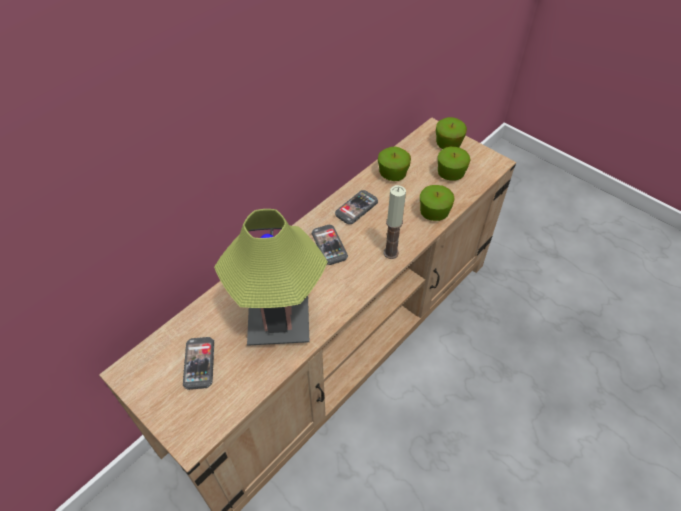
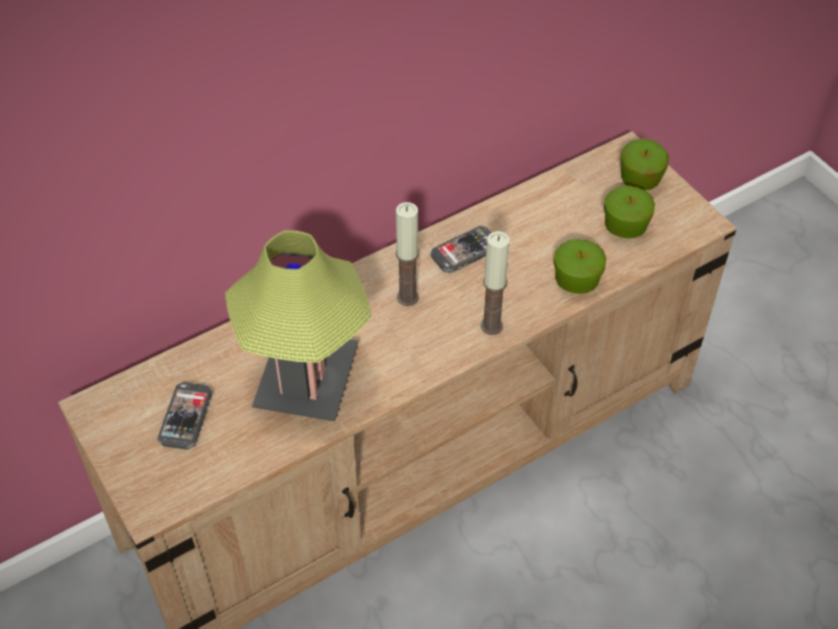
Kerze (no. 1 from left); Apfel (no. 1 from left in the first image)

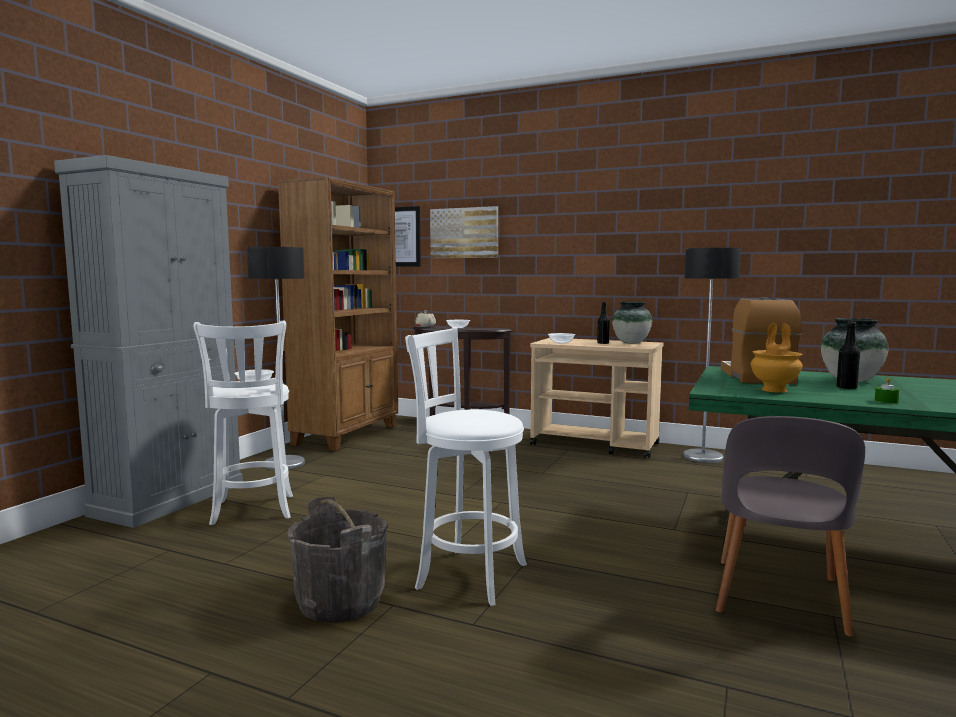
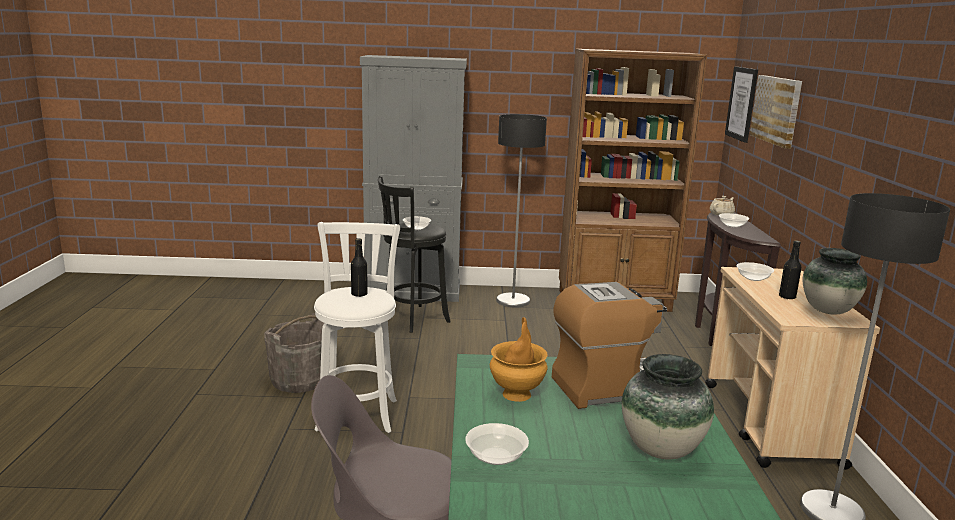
Flasche [schwarz] (no. 1 from left); Hocker [schwarz]; Schüssel (no. 2 from left)

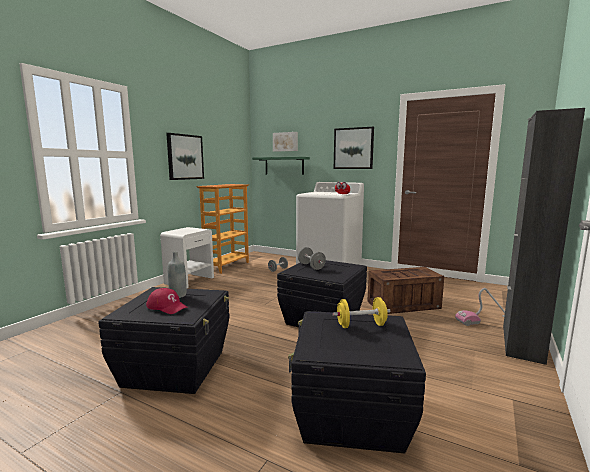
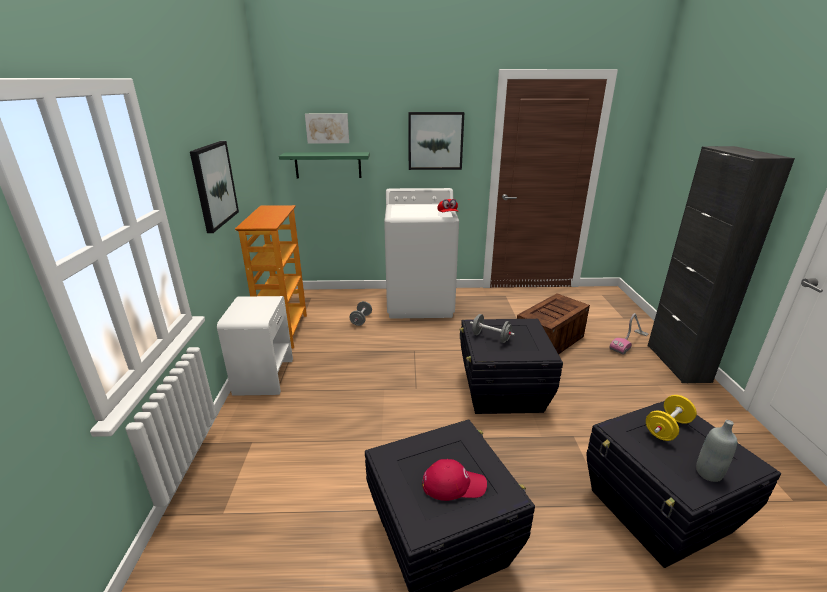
Flasche [grau]

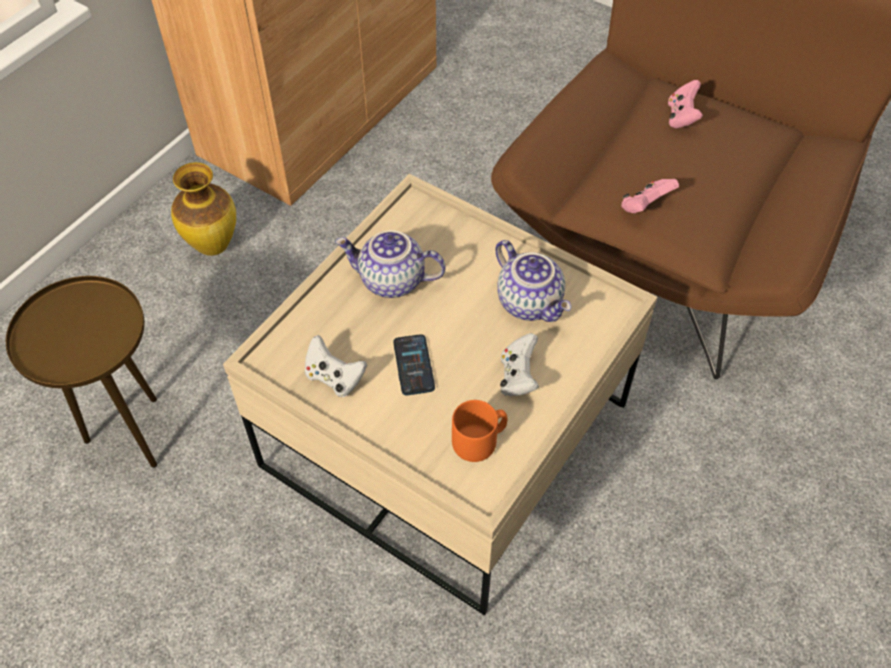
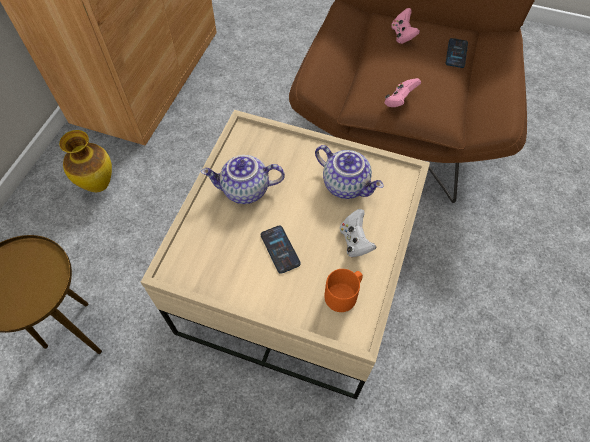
Handy (no. 2 from left); Gamepad [weiß] (no. 1 from left in the first image)

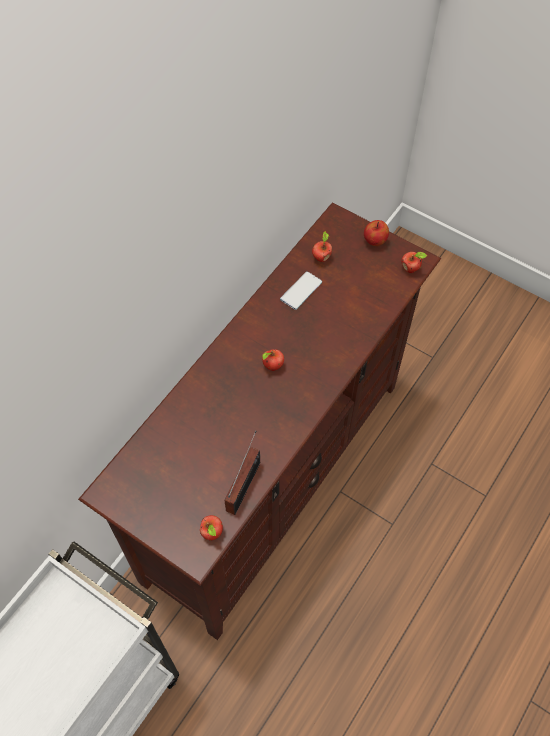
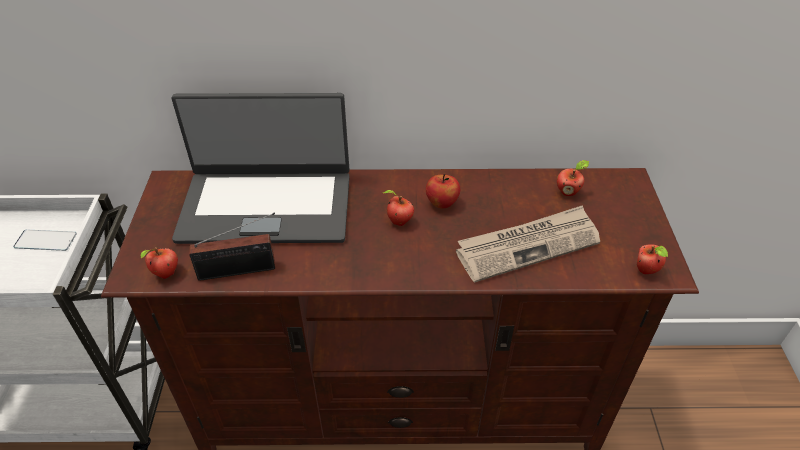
Handy; Laptop; Apfel (no. 3 from left); Zeitung

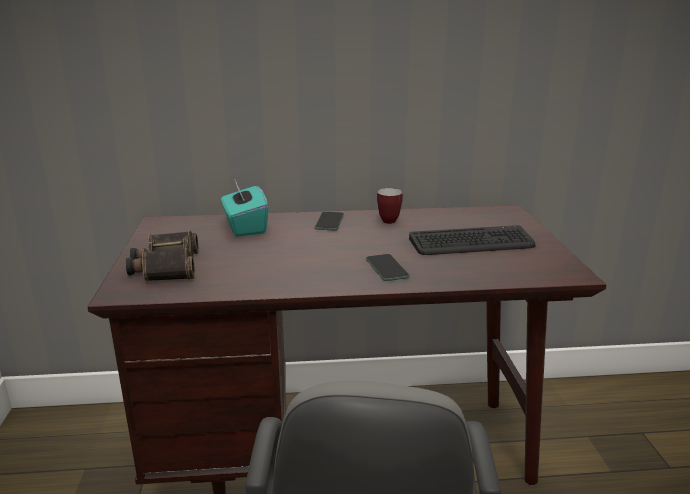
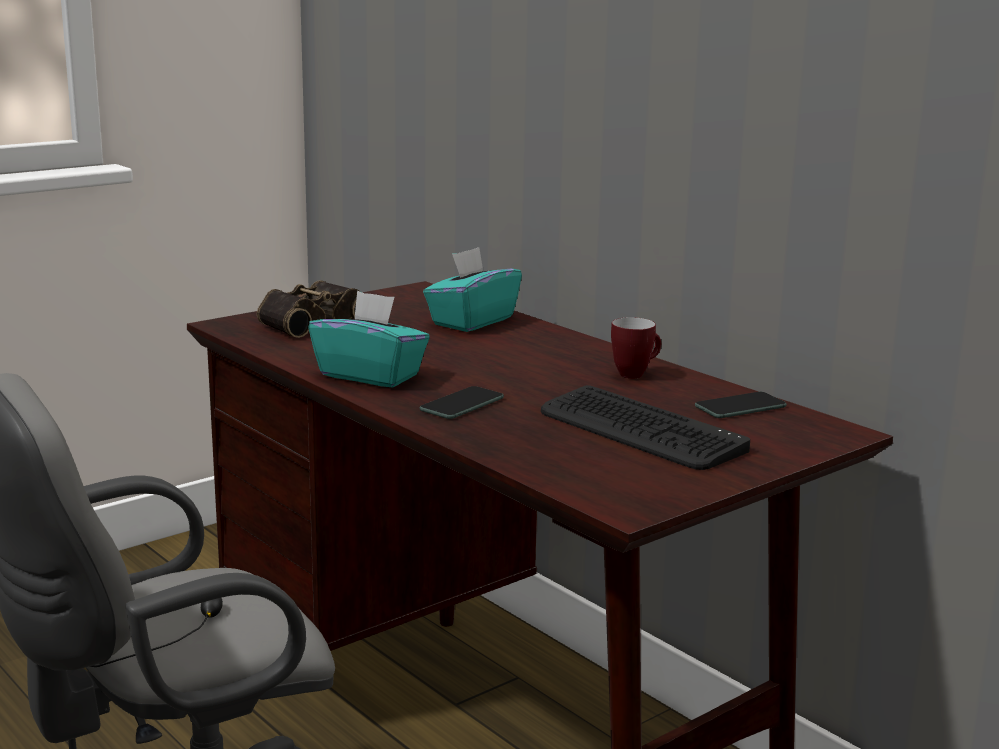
Taschentuchbox [türkis] (no. 1 from left); Handy (no. 2 from left)

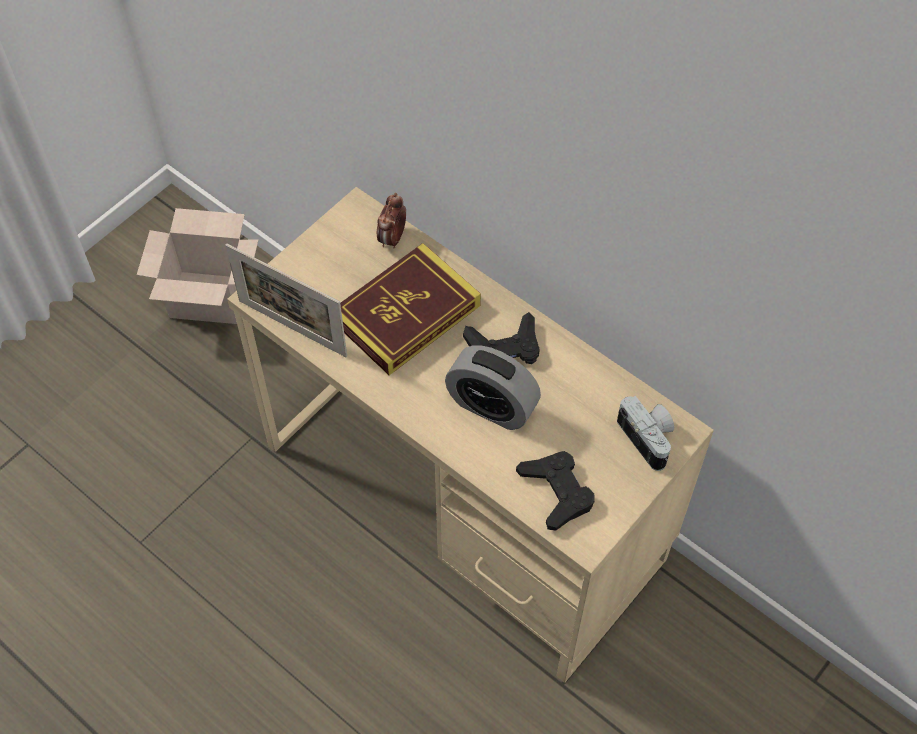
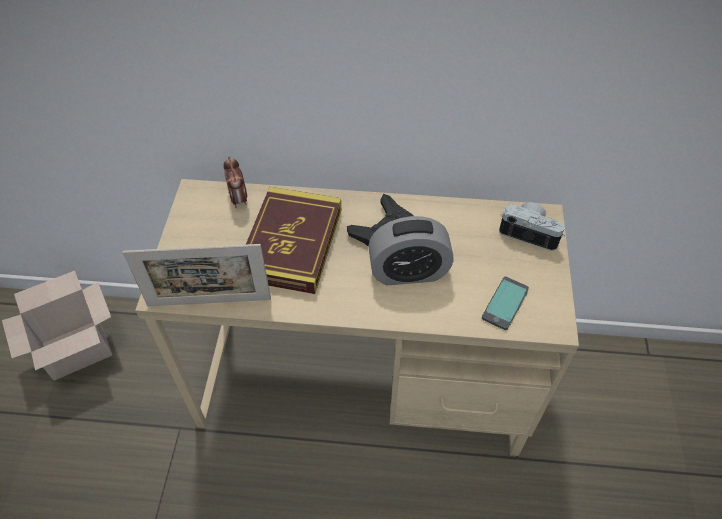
Handy

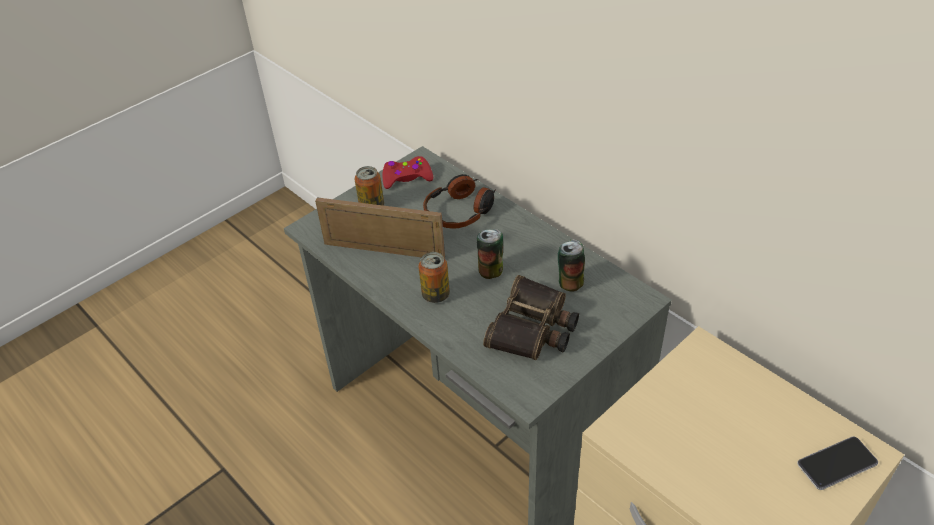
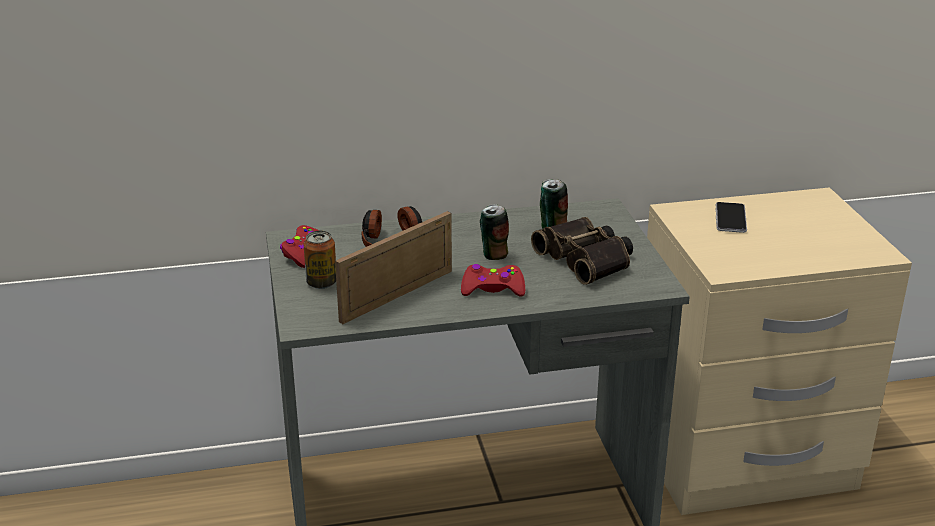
Gamepad [rot] (no. 2 from left); Handy

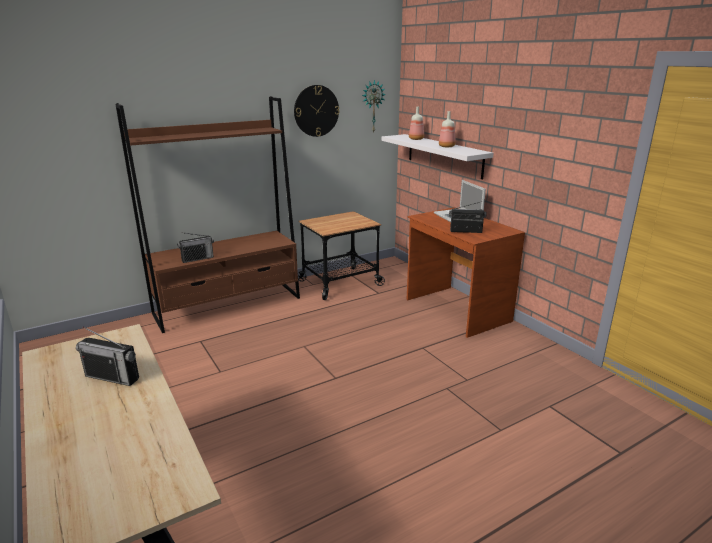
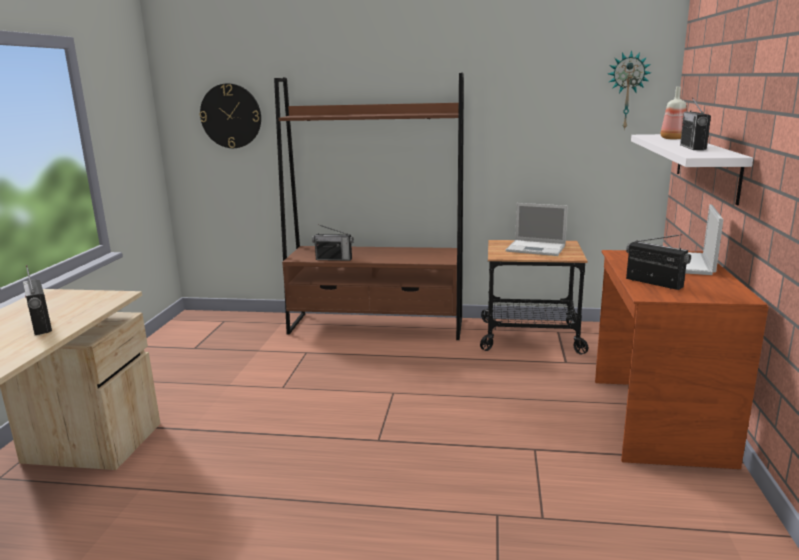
Wanduhr (no. 1 from left); Laptop (no. 1 from left); Radio (no. 4 from left)

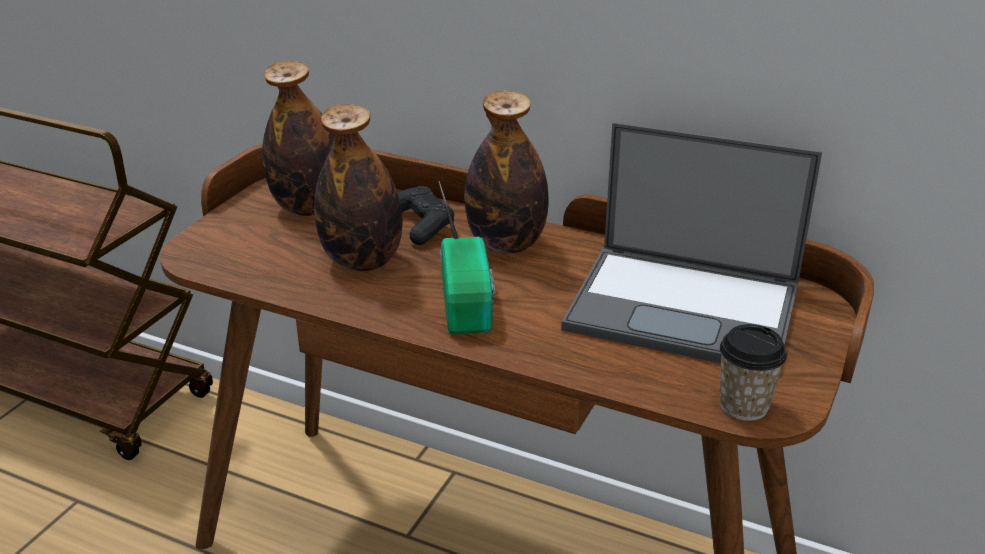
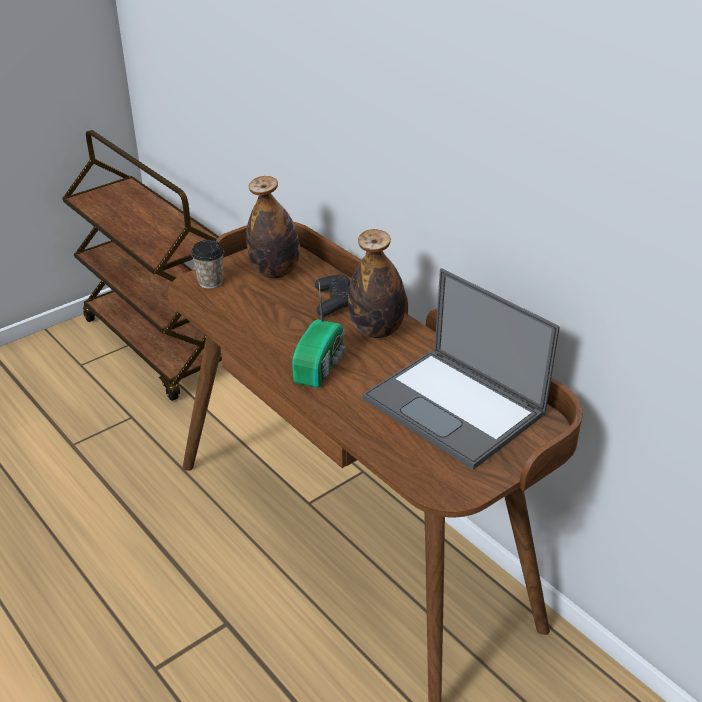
Tasse; Flasche (no. 2 from left in the first image)

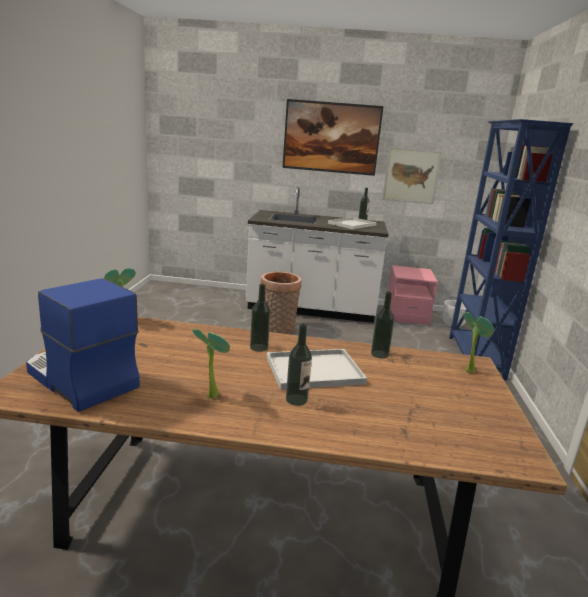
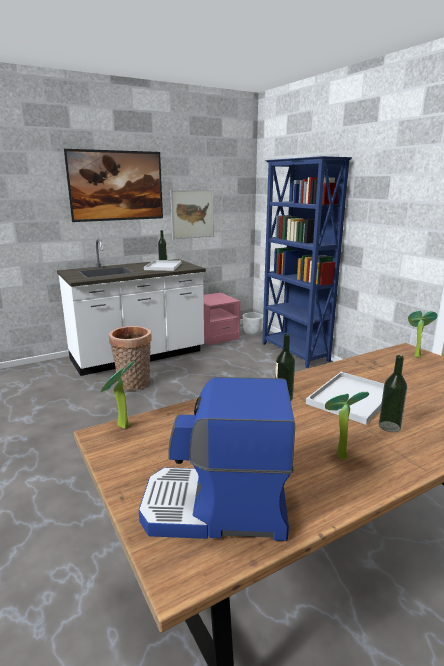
Flasche (no. 4 from left in the first image)

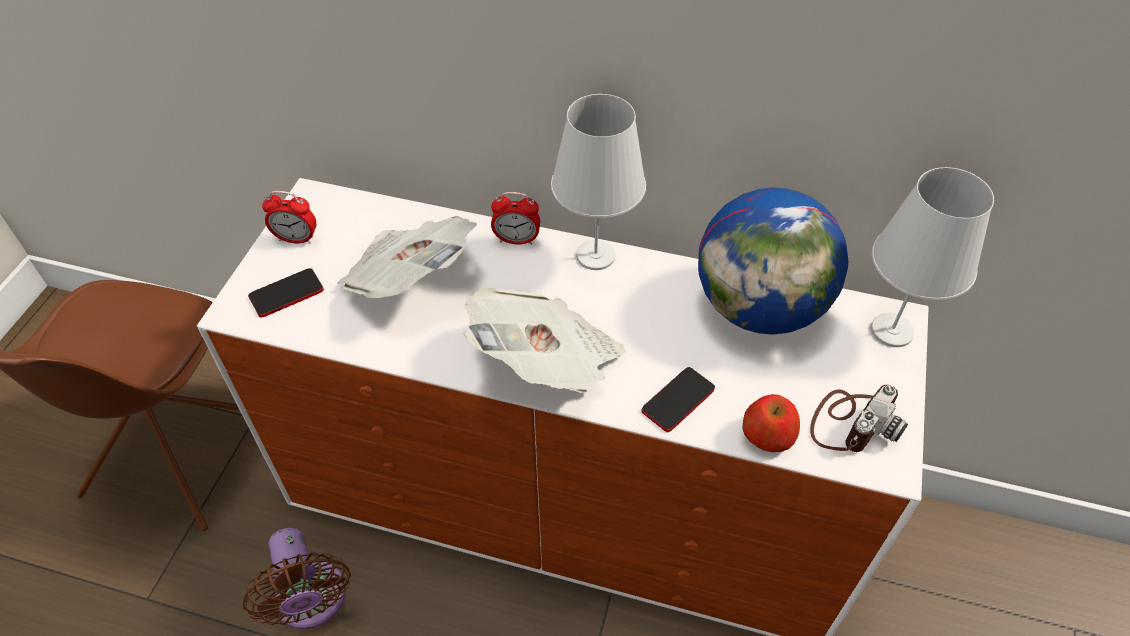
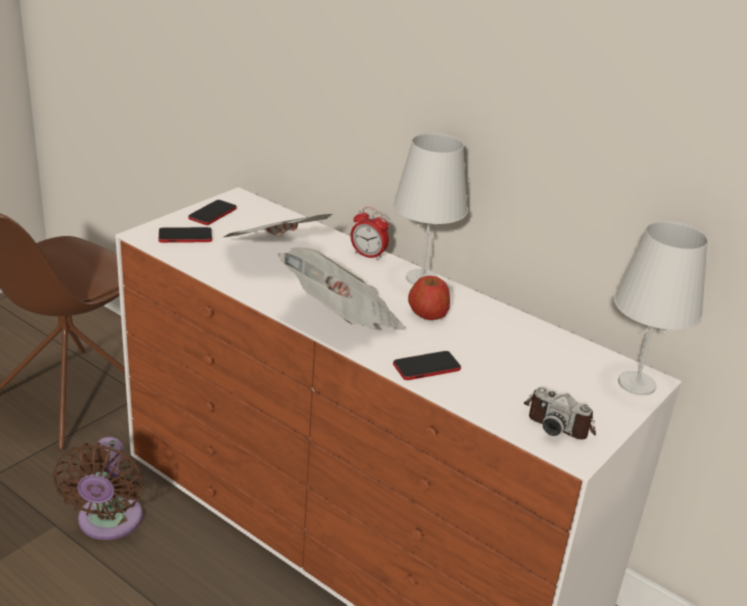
Handy (no. 2 from left); Apfel; Kamera; Globus

